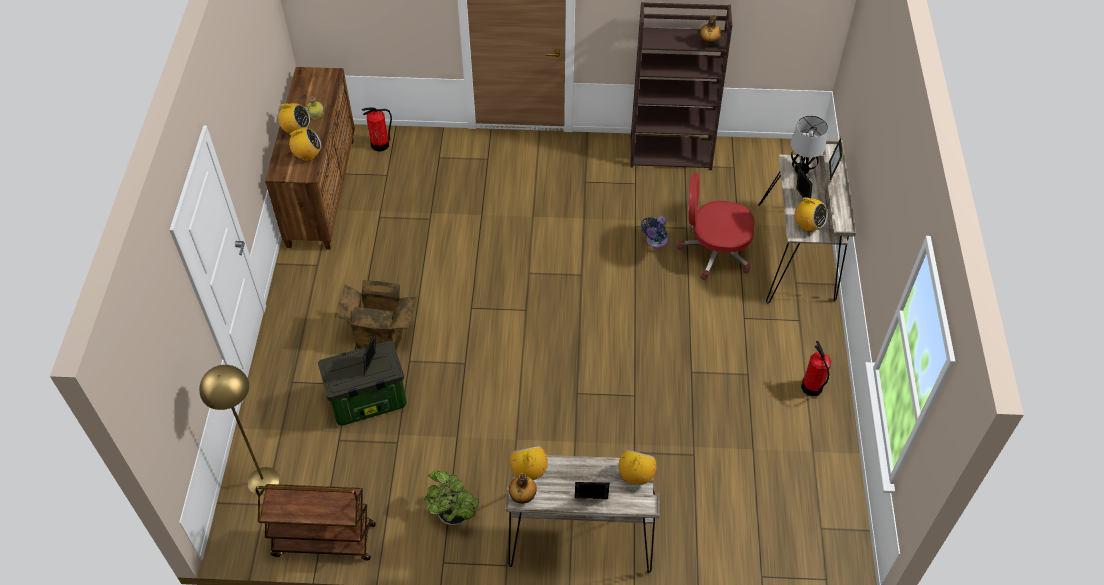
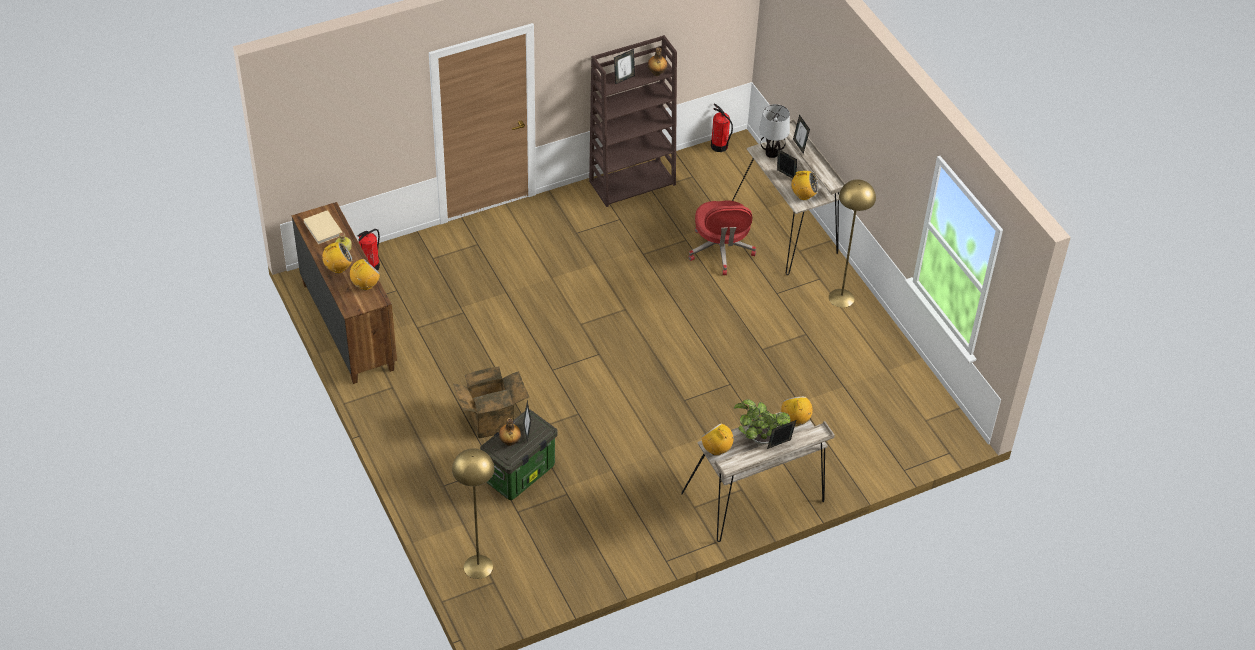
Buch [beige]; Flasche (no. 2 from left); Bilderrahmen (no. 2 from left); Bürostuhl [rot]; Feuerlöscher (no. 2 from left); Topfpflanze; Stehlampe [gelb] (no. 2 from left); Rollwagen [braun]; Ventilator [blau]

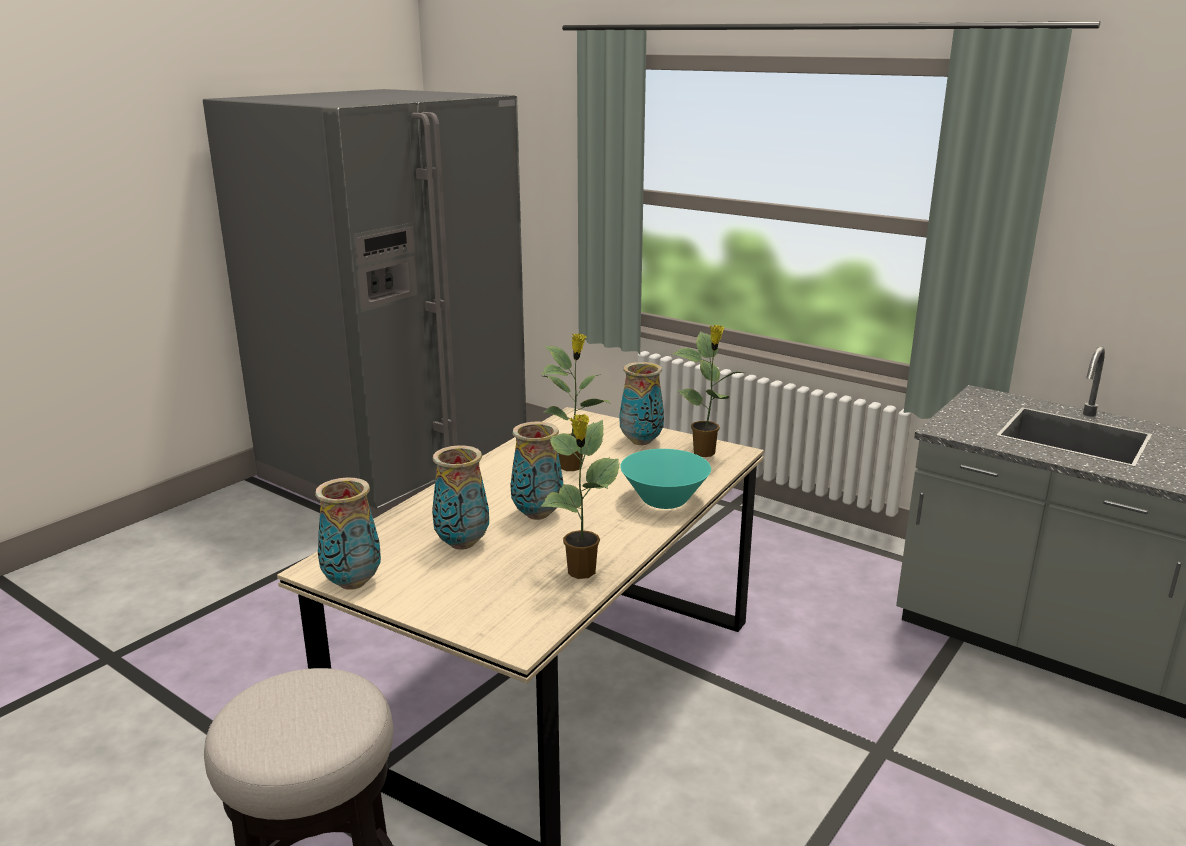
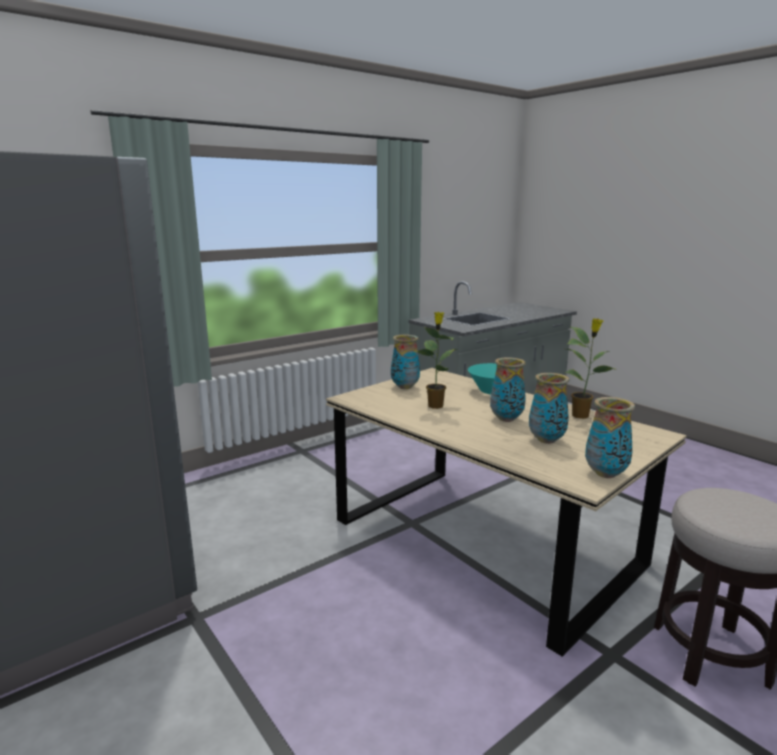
Topfpflanze (no. 3 from left in the first image)

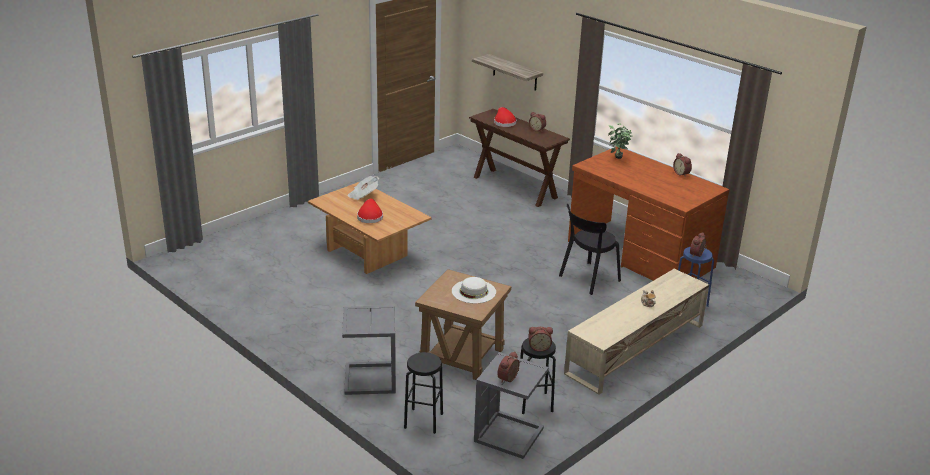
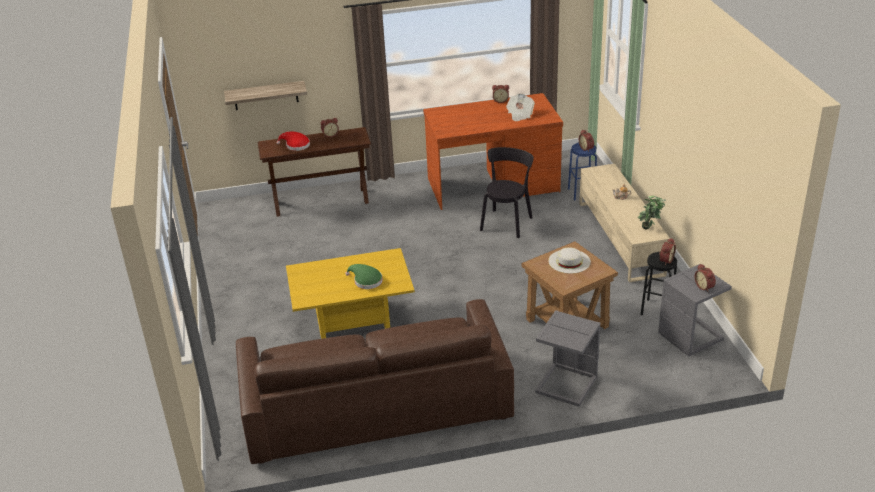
Sofa [braun]; Couchtisch [gelb]; Hut [grün]; Stuhl [schwarz]; Zeitung; Topfpflanze; Hocker [schwarz] (no. 1 from left in the first image)

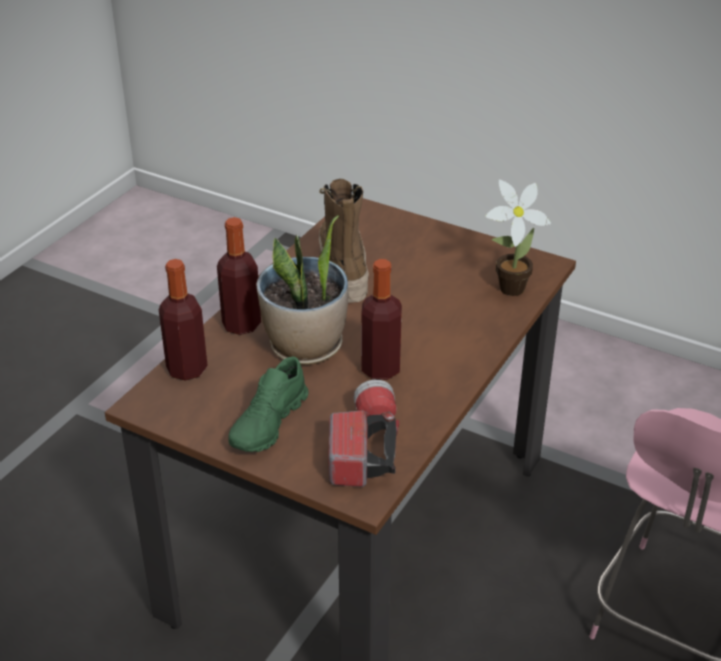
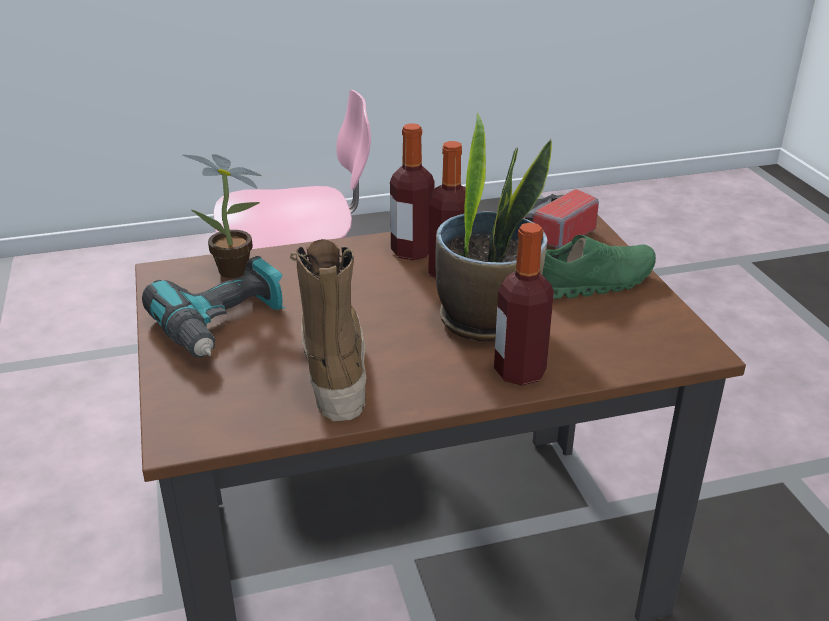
Bohrmaschine; Stiefel; Flasche (no. 1 from left)

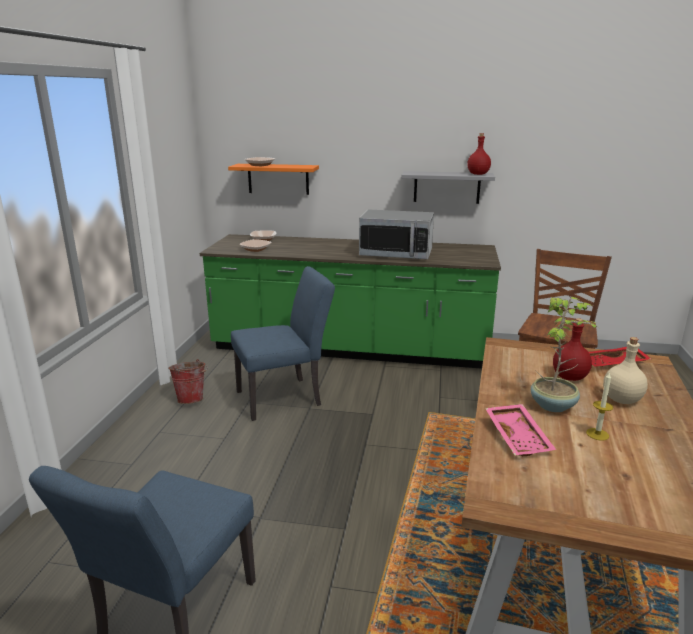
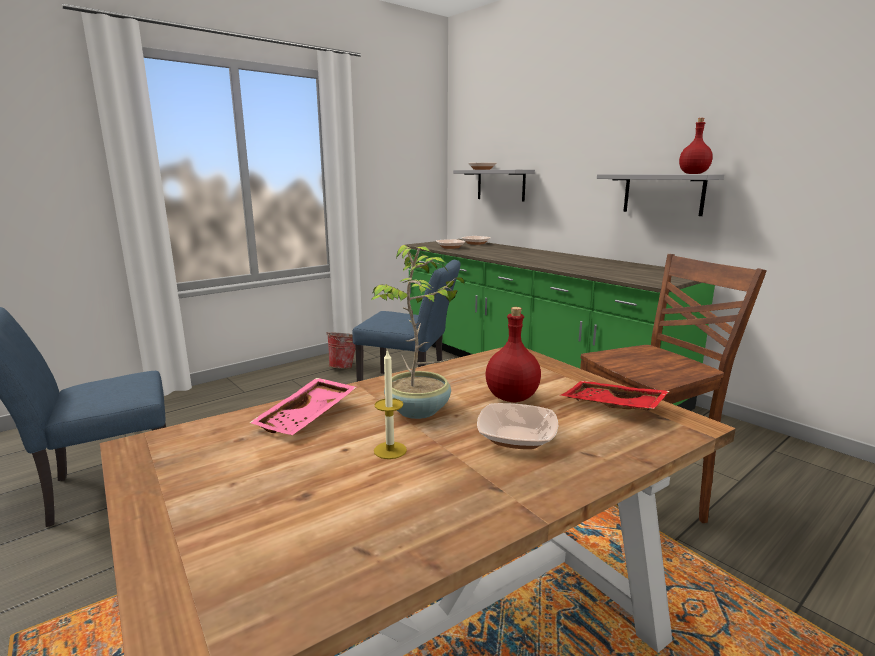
Wandregal [grau] (no. 1 from left); Schüssel (no. 4 from left); Mikrowelle

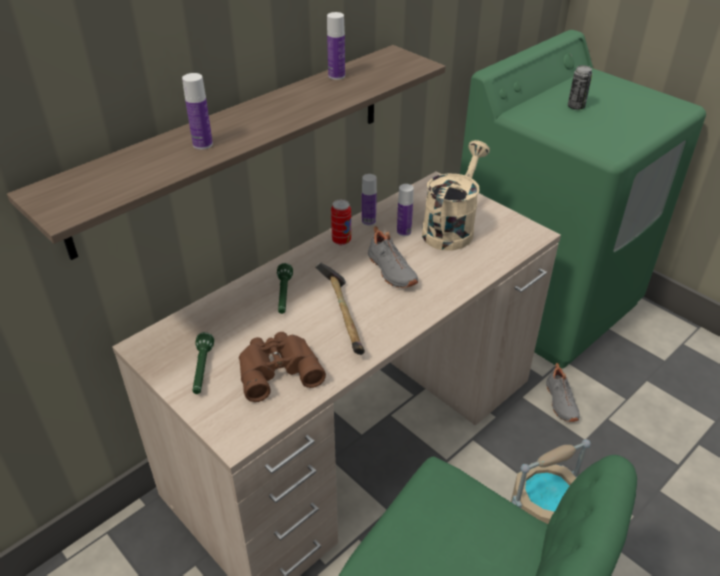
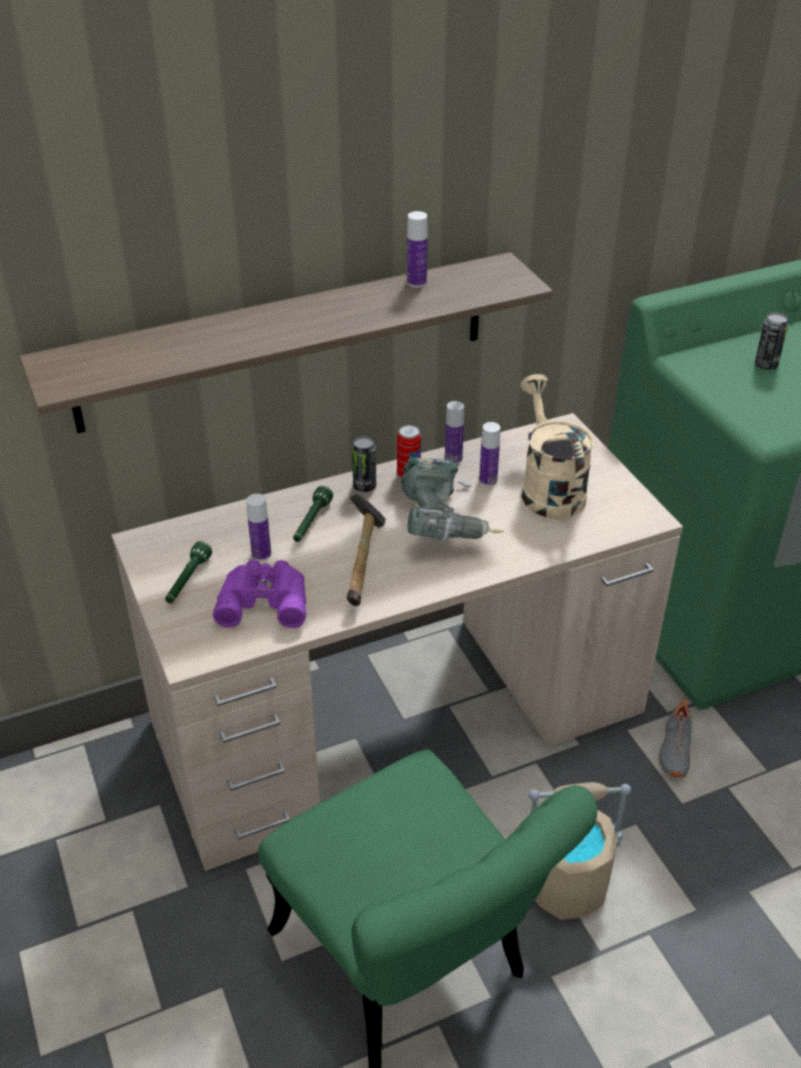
Fernglas [lila]; Flasche (no. 1 from left); Dose (no. 1 from left); Bohrmaschine; Gießkanne [beige]

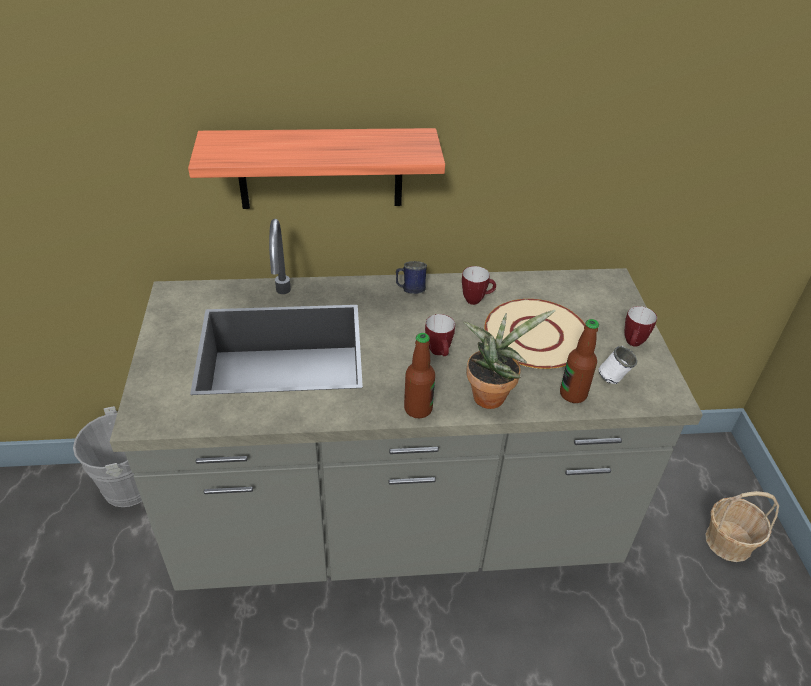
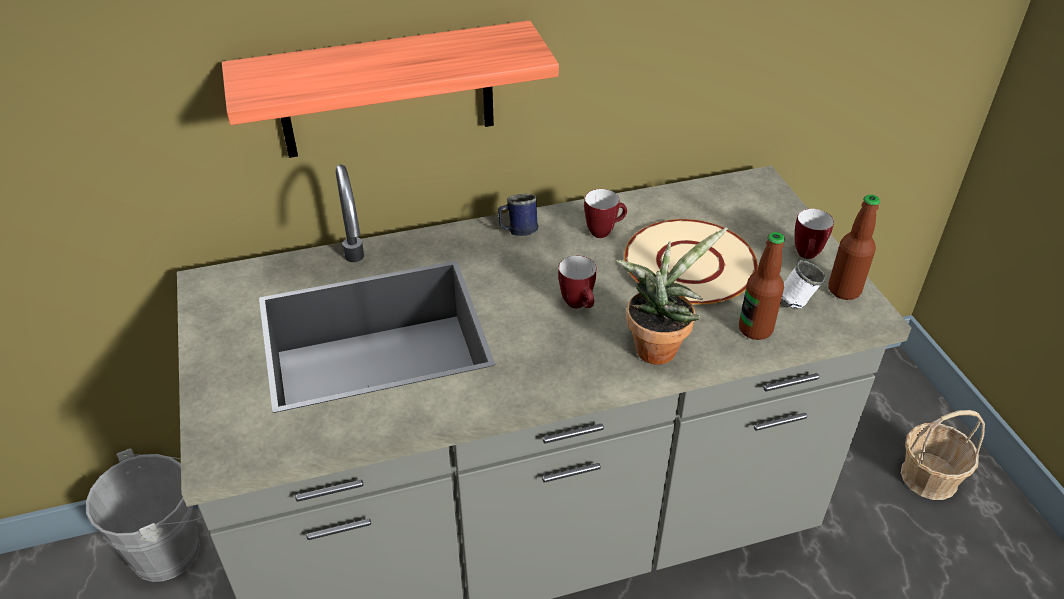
Flasche (no. 2 from left)

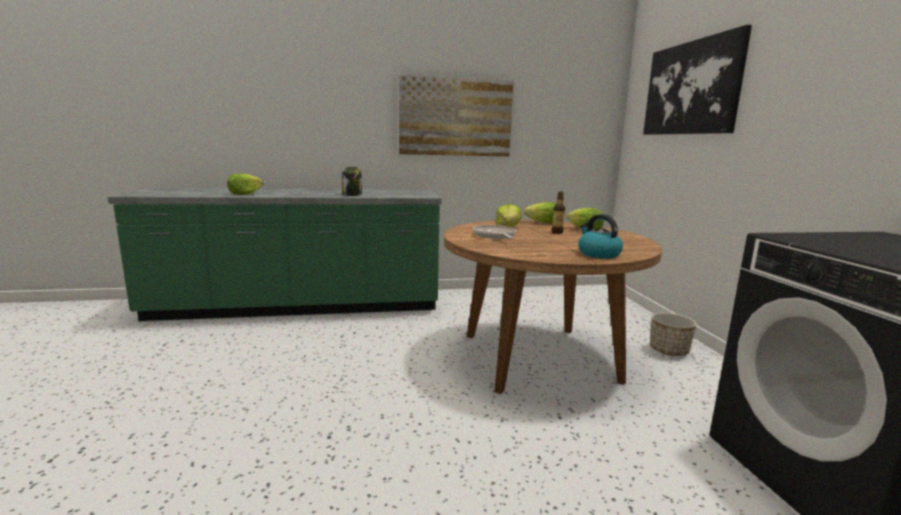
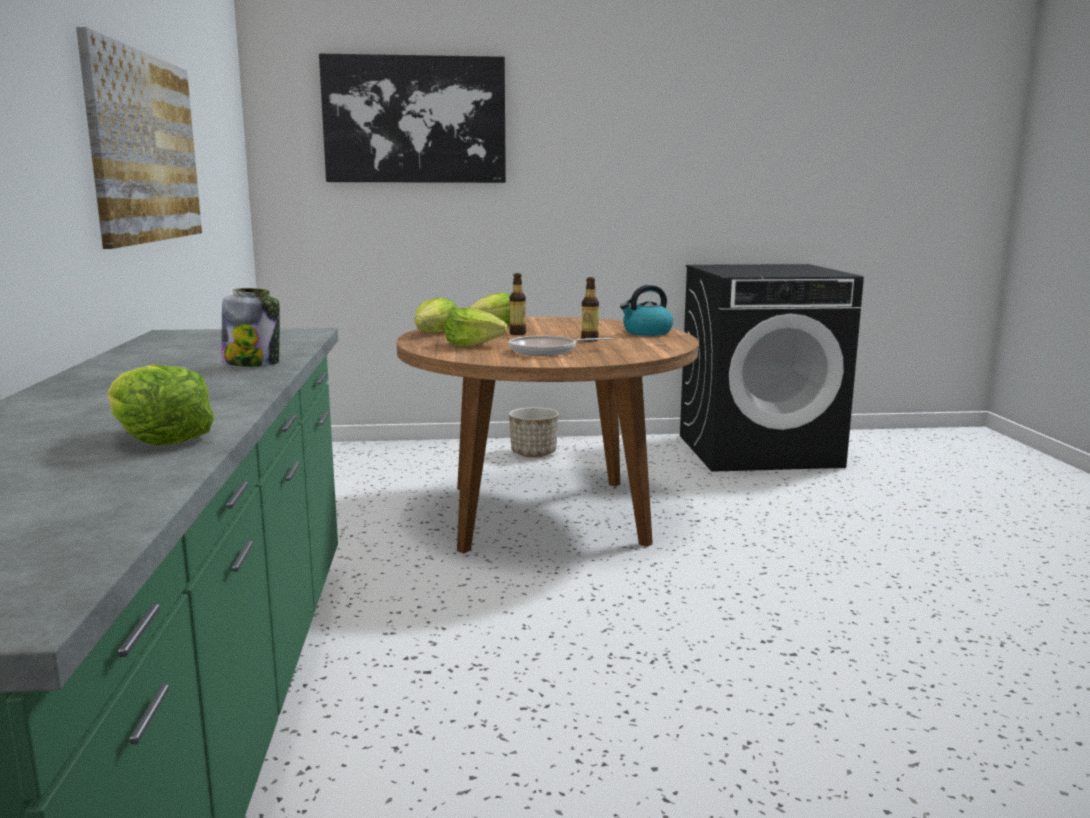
Flasche (no. 2 from left)

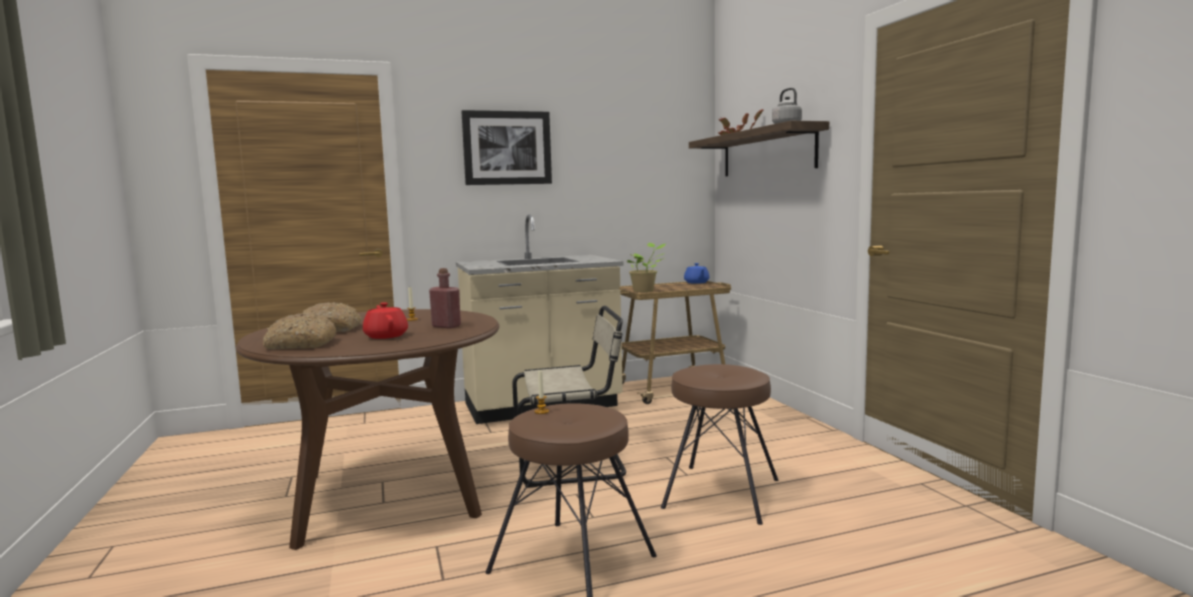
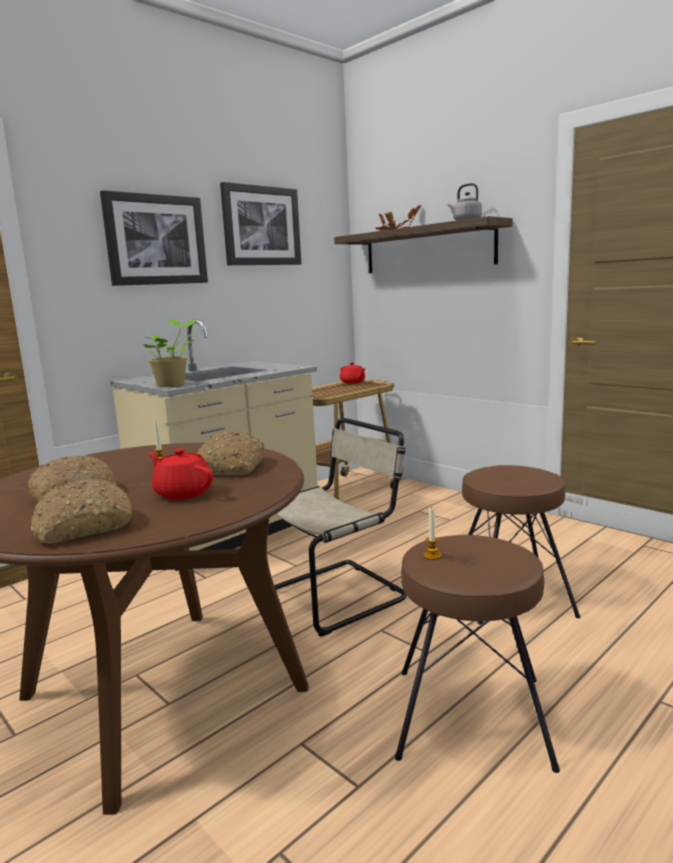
Topfpflanze (no. 1 from left); Brot (no. 3 from left); Bild (no. 2 from left); Teekanne [rot] (no. 2 from left)

